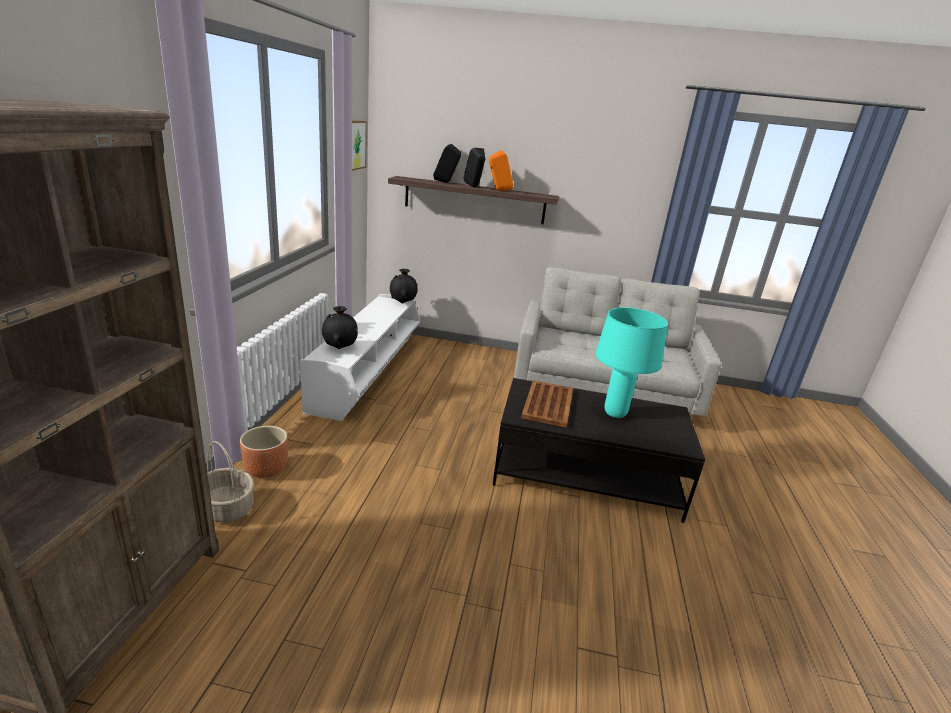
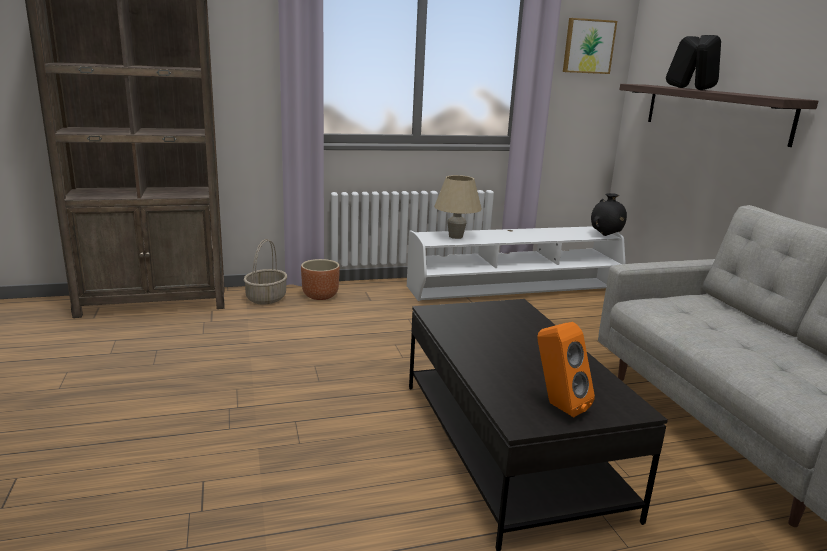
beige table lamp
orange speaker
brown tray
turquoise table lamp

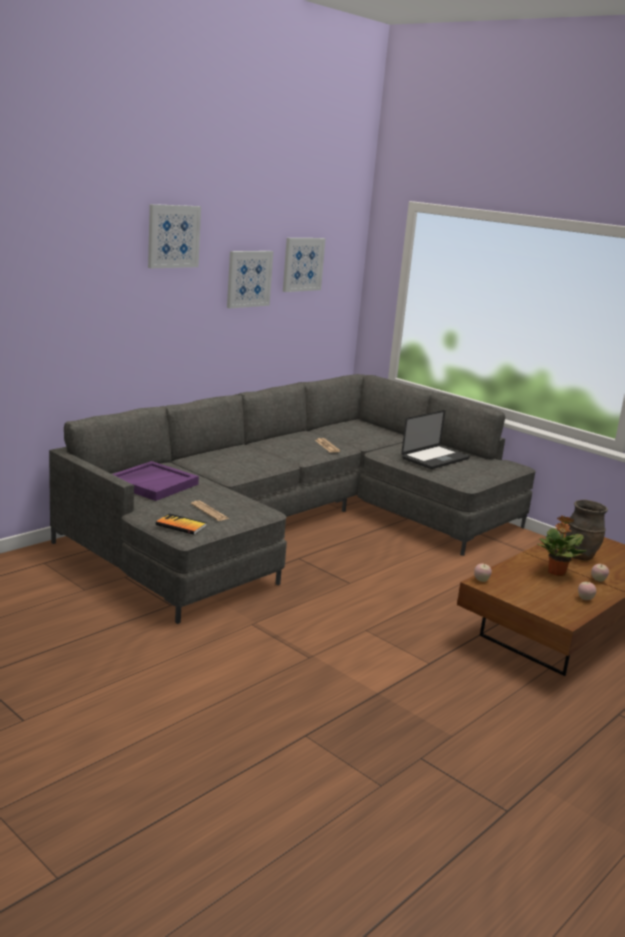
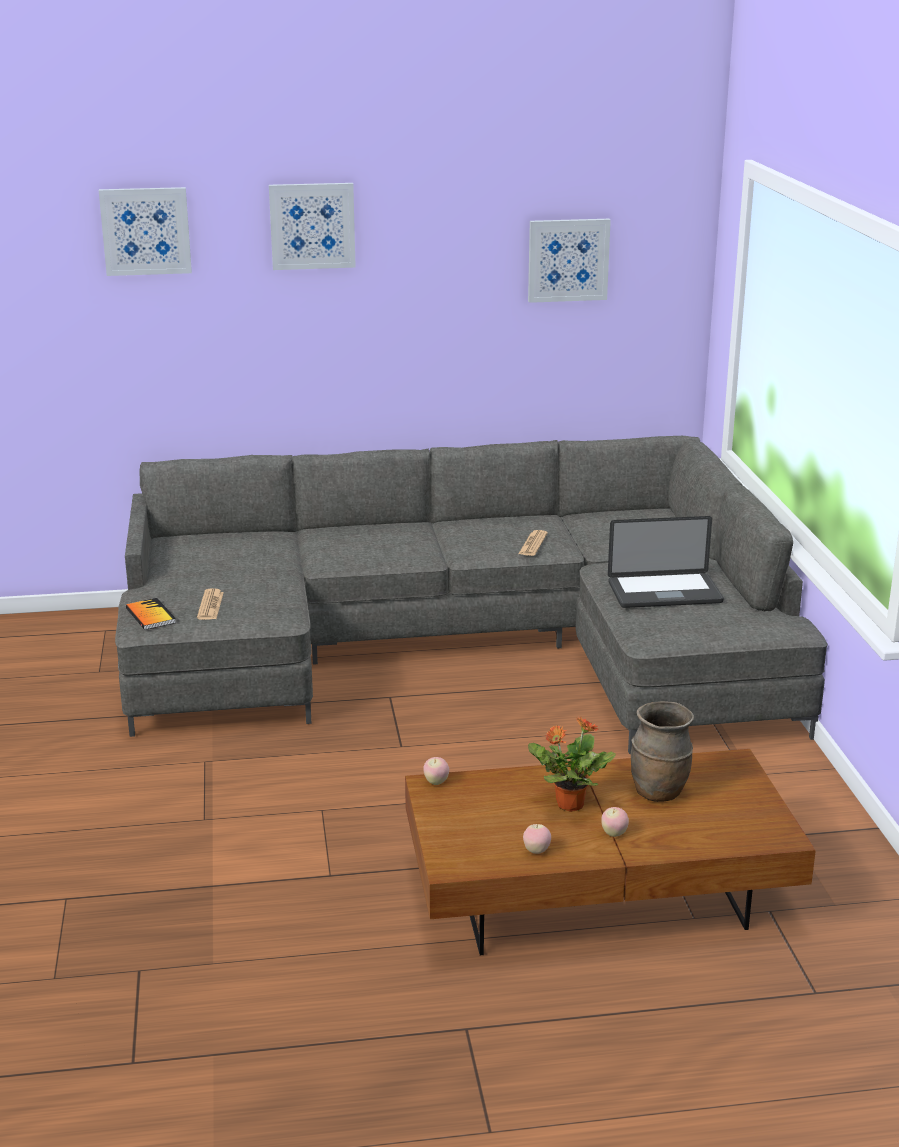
picture (1st from left)
purple tray

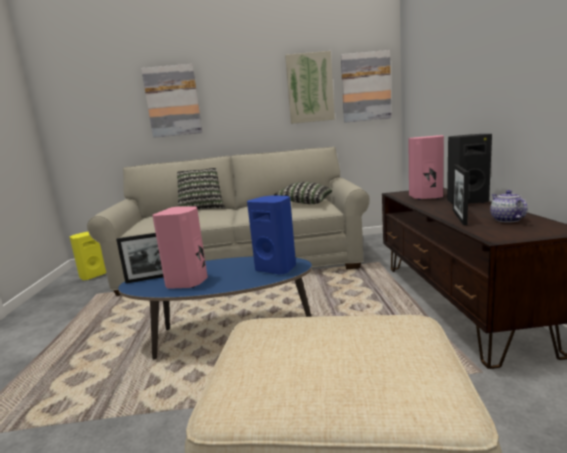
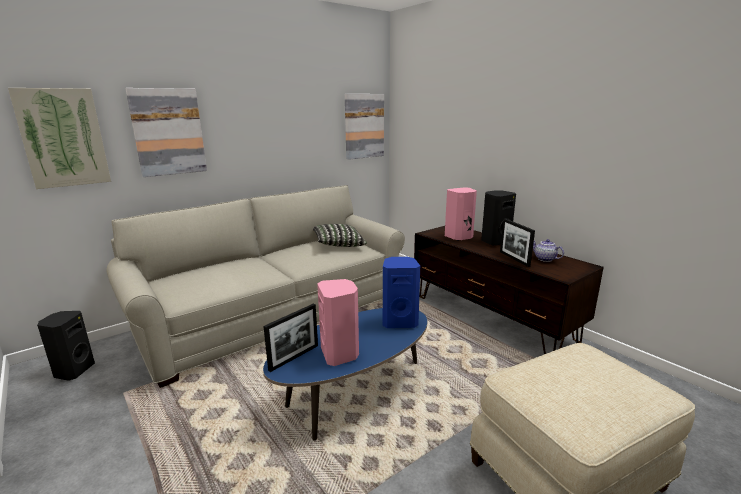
picture (1st from left)
black speaker (1st from left)
pillow (1st from left in the first image)

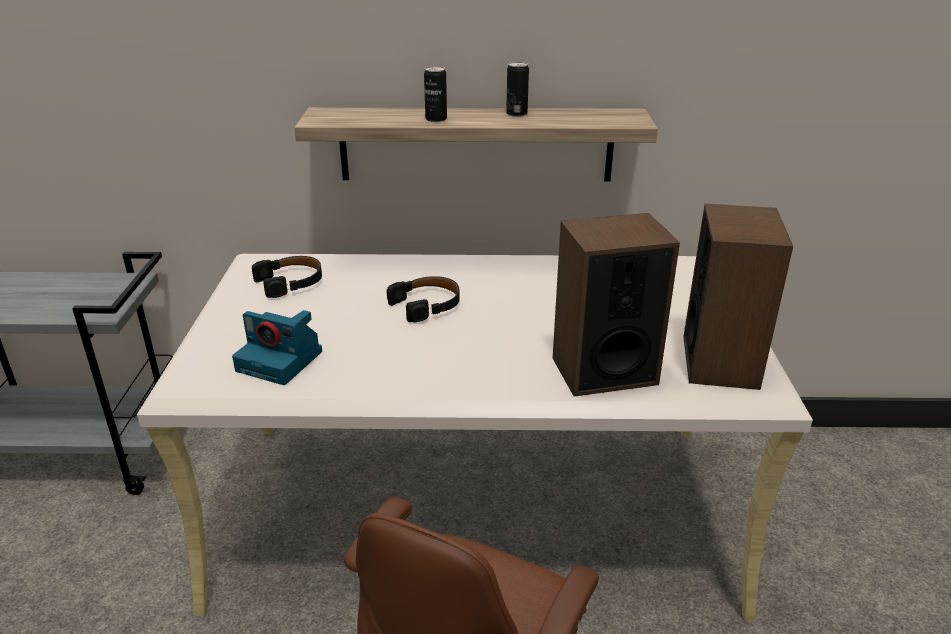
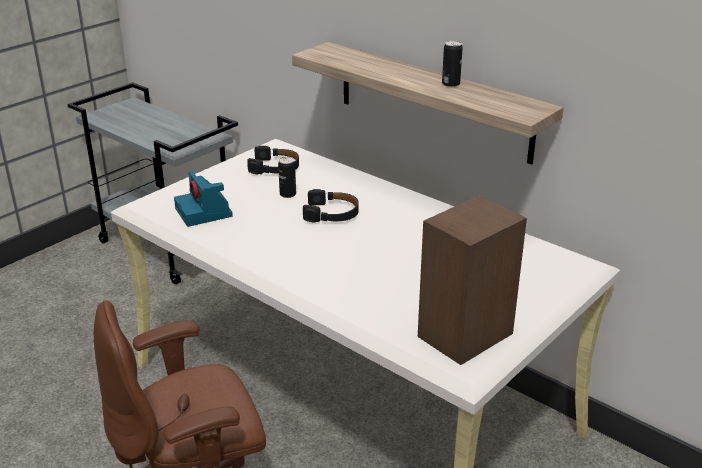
can (1st from left)
speaker (1st from left in the first image)

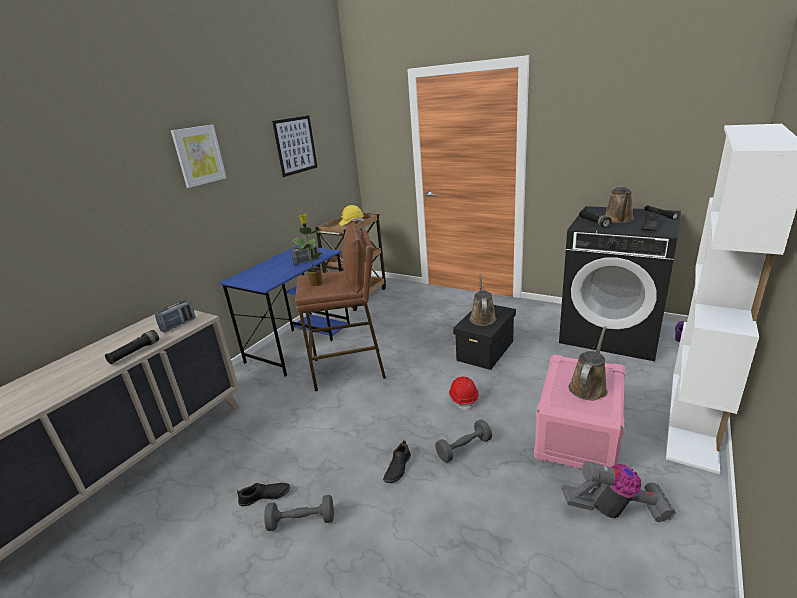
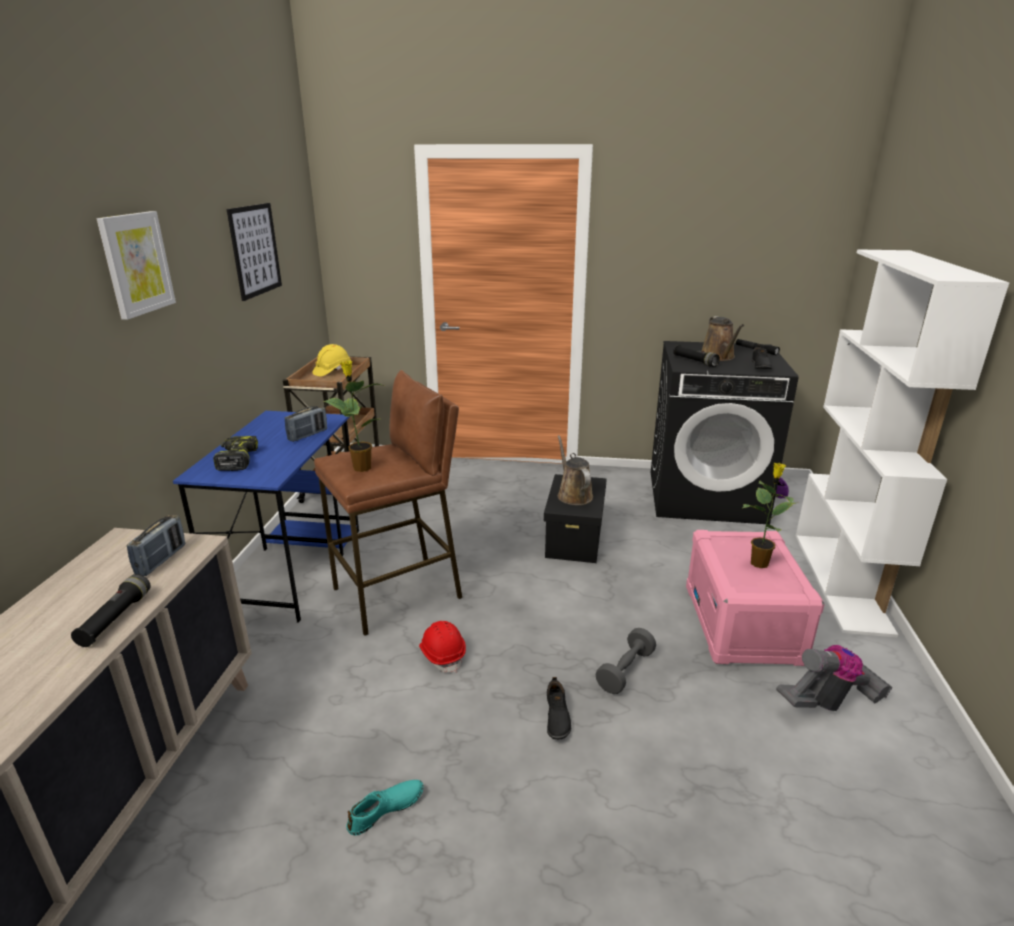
power drill
turquoise shoe
red hard hat
potted plant (2nd from left)
grey dumbbell (1st from left in the first image)

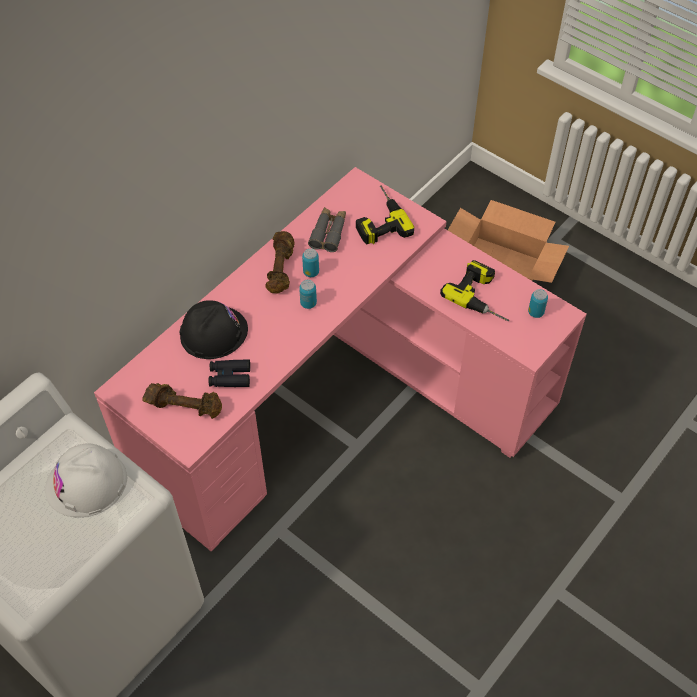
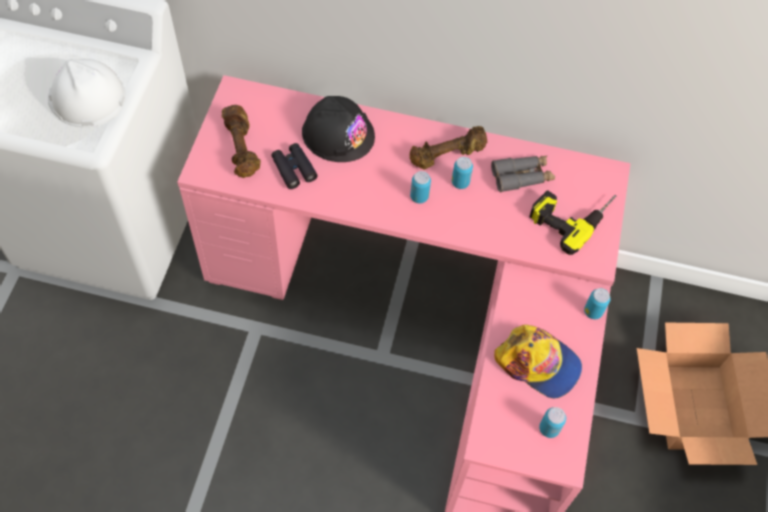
cap
can (4th from left)

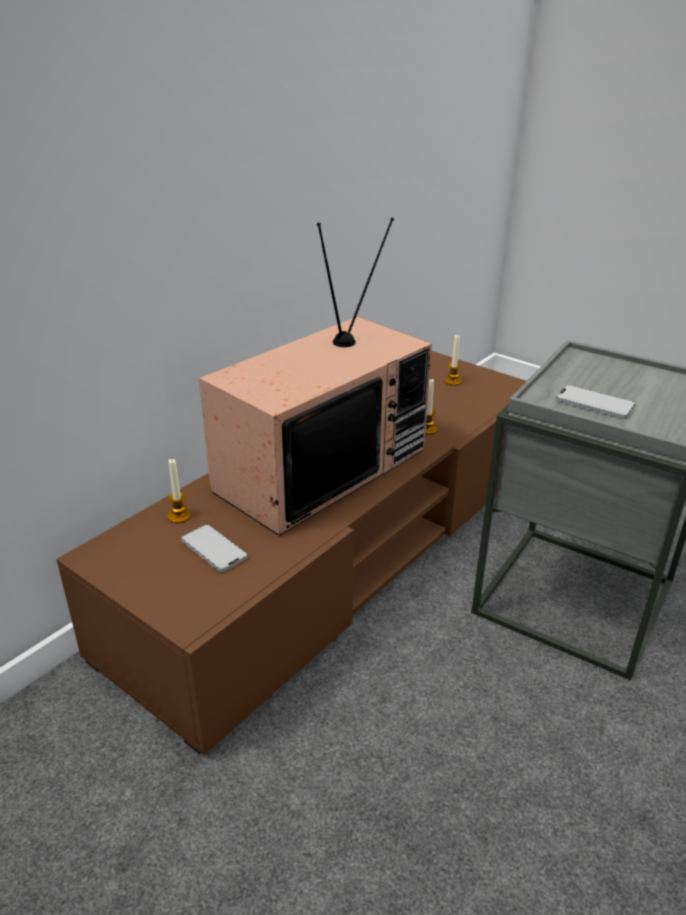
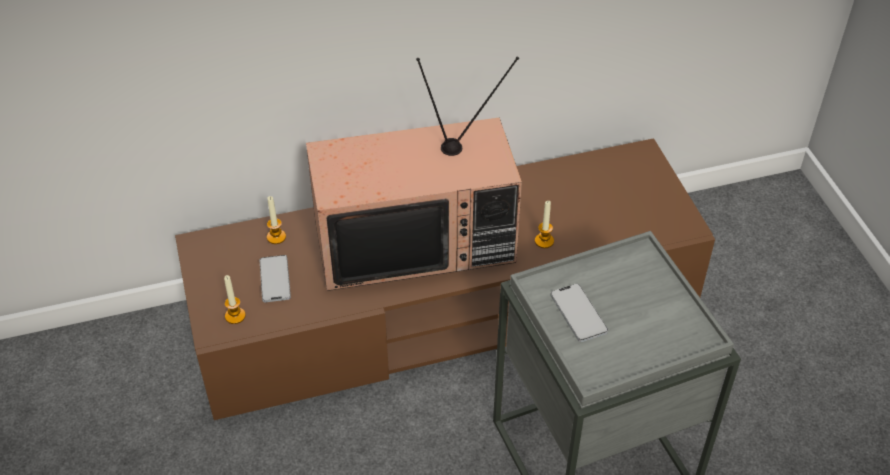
candle (1st from left)

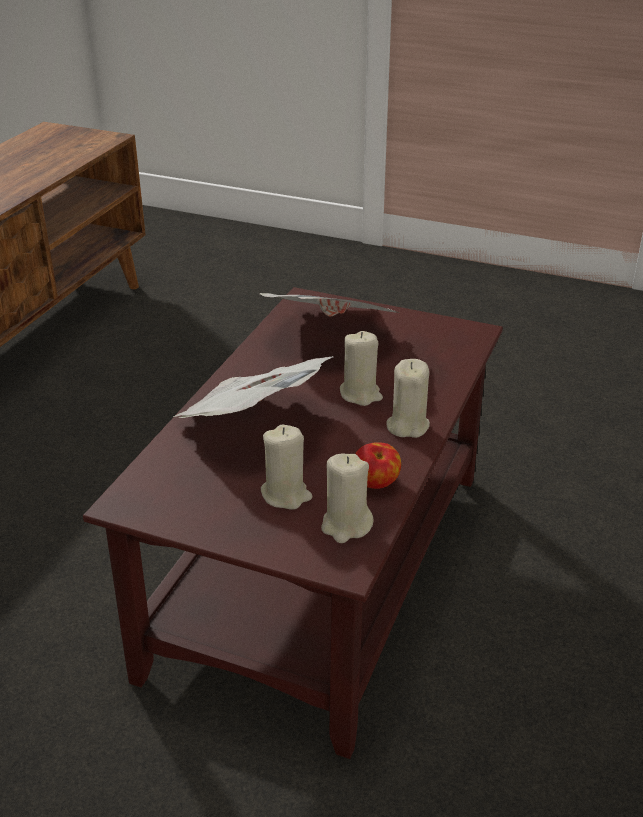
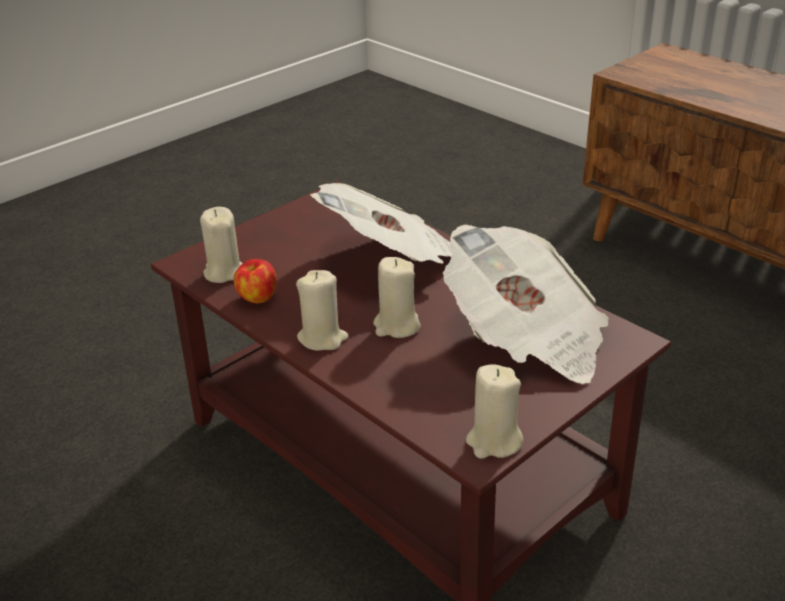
beige candle (4th from left)

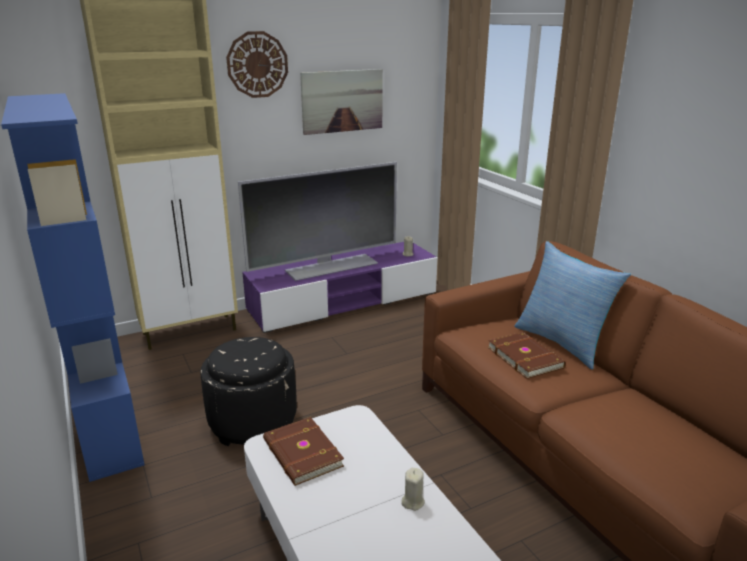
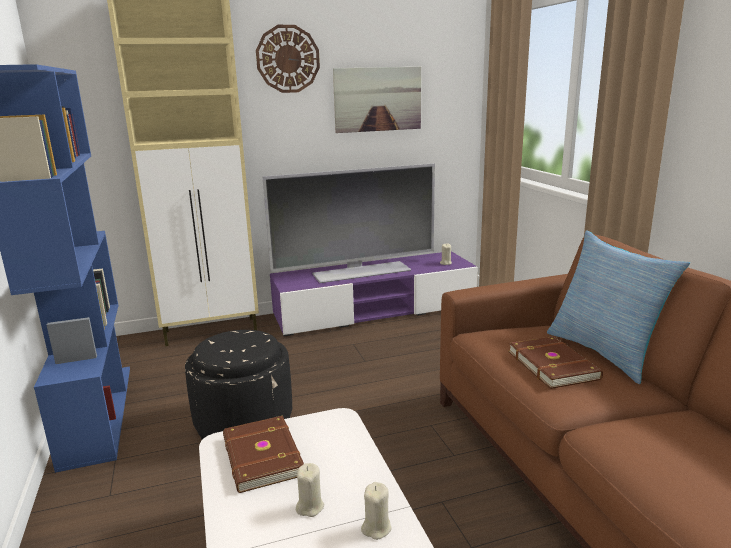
beige candle (1st from left)

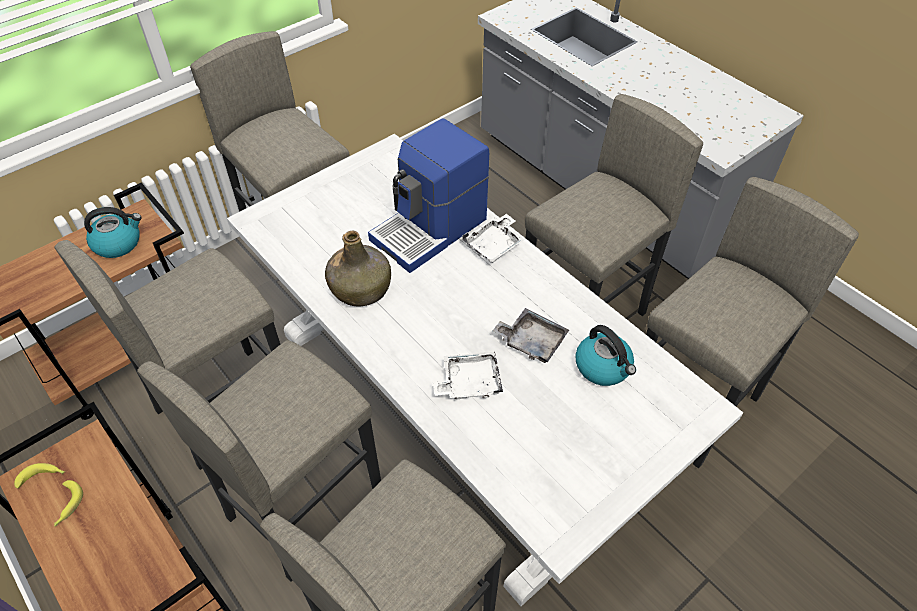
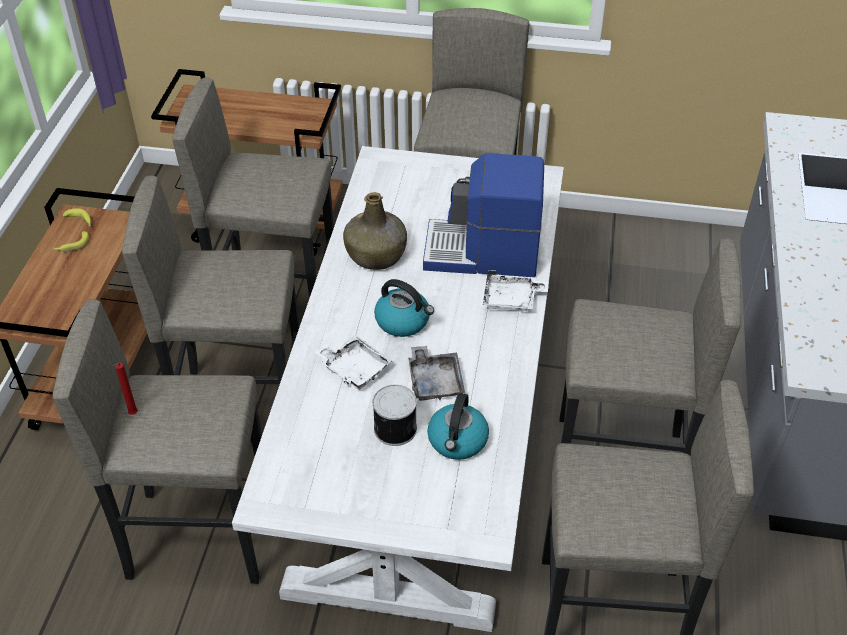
red candle
can
kettle (1st from left)

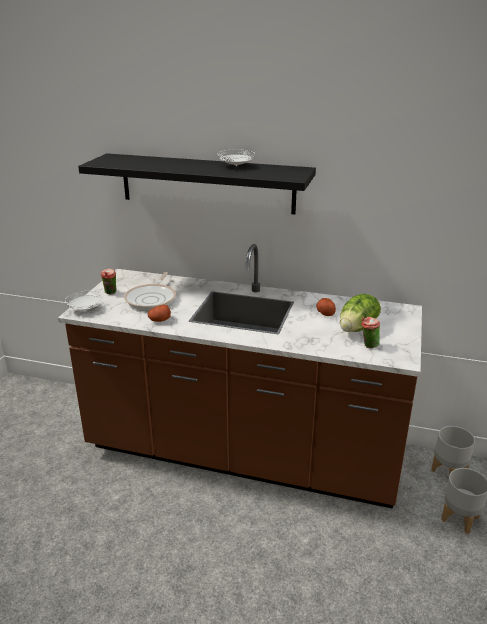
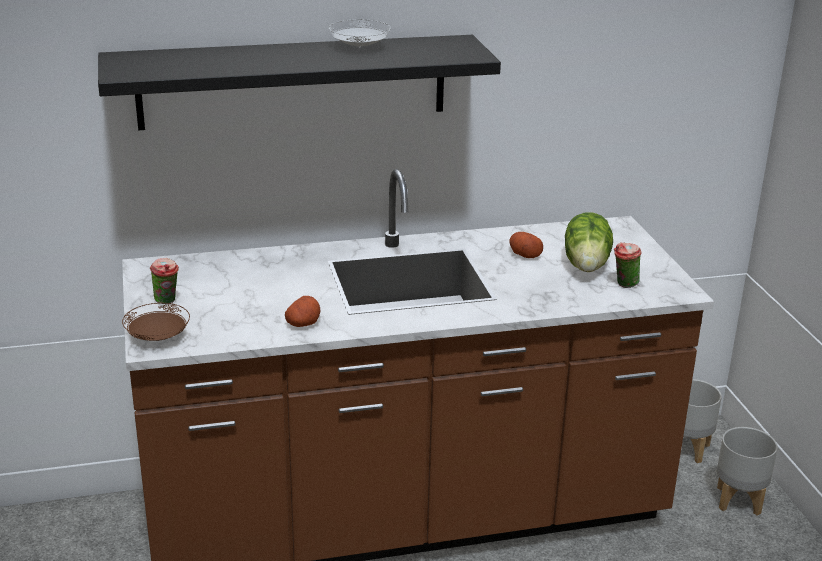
brown plate
frying pan

